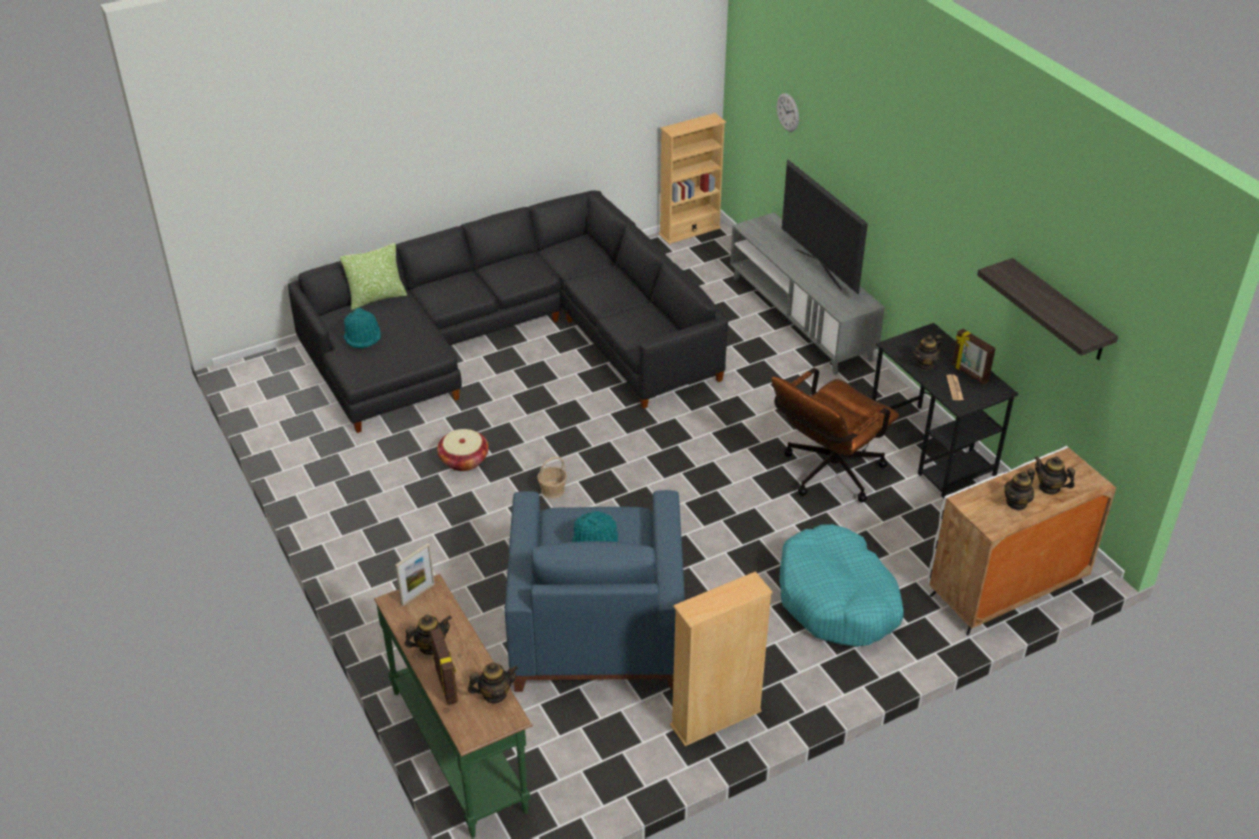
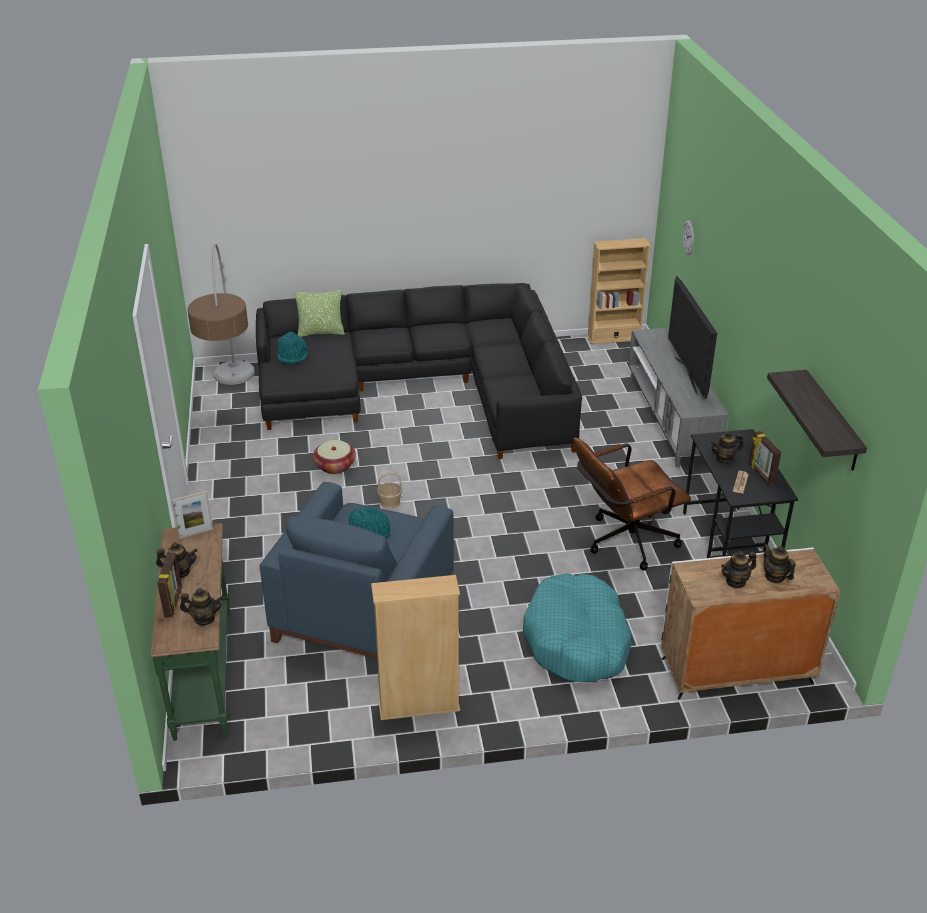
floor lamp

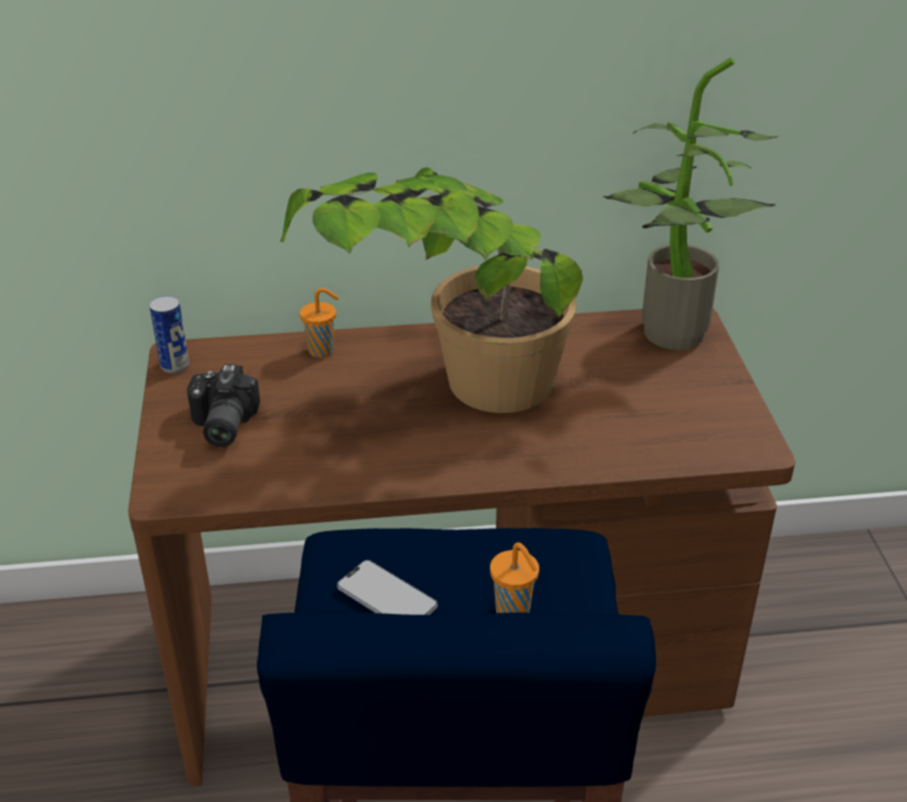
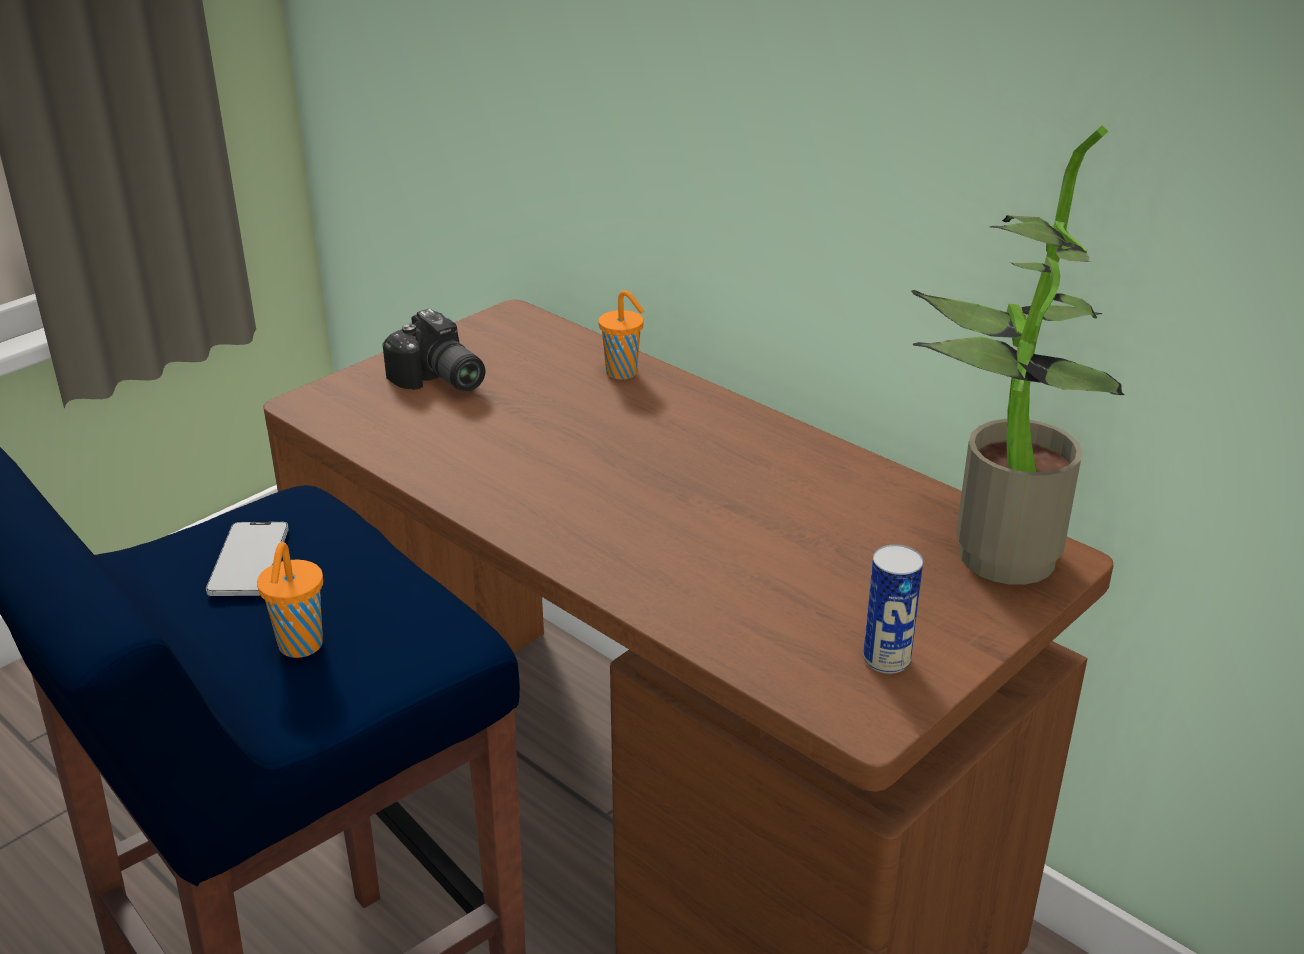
photo camera
can
potted plant (1st from left in the first image)

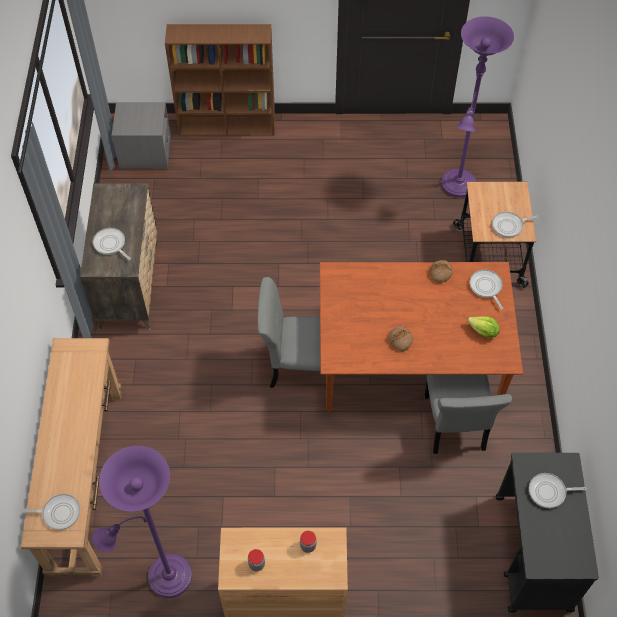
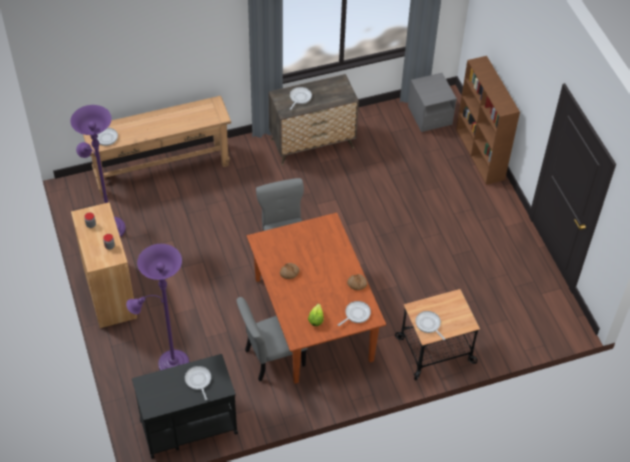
purple floor lamp (2nd from left)

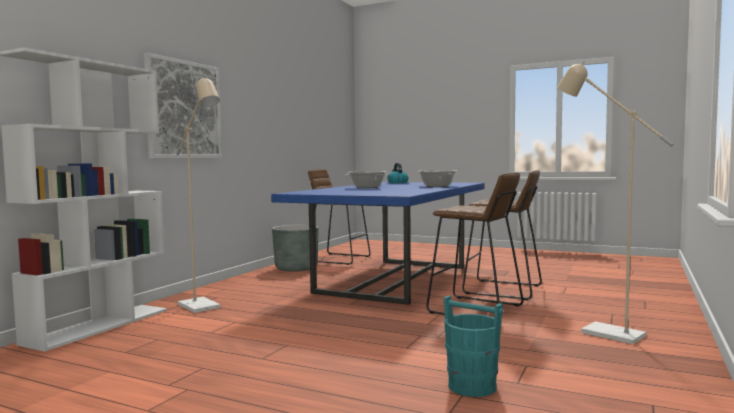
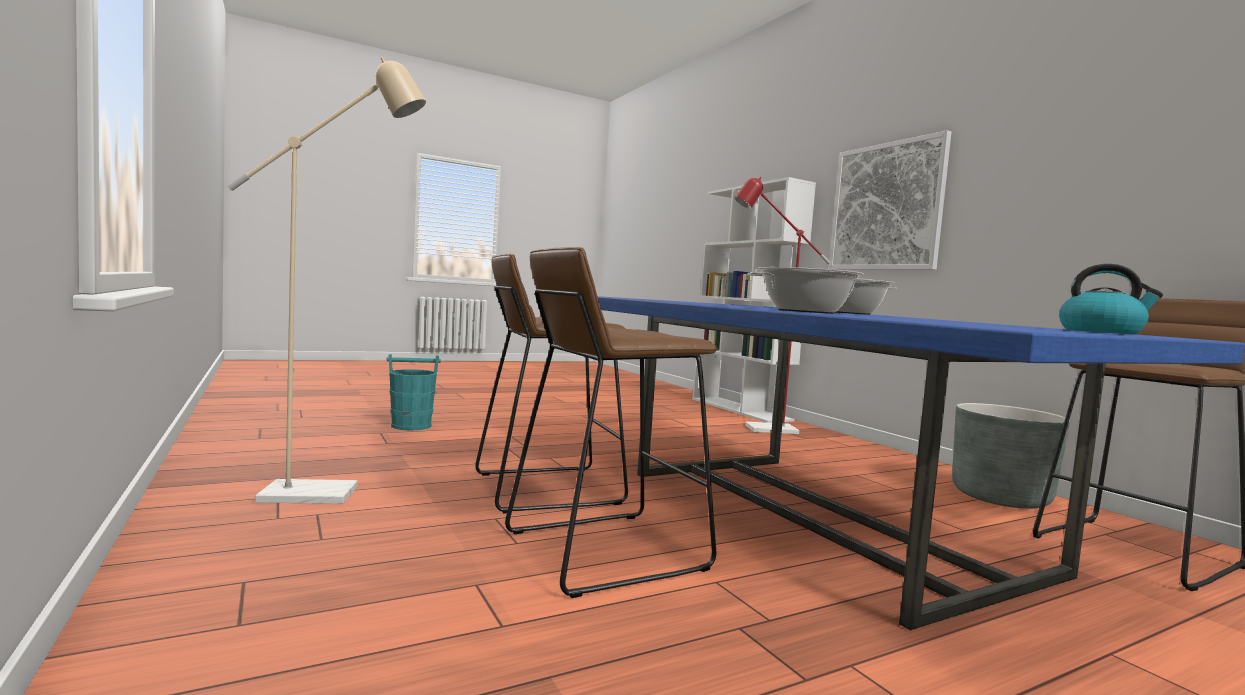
red floor lamp

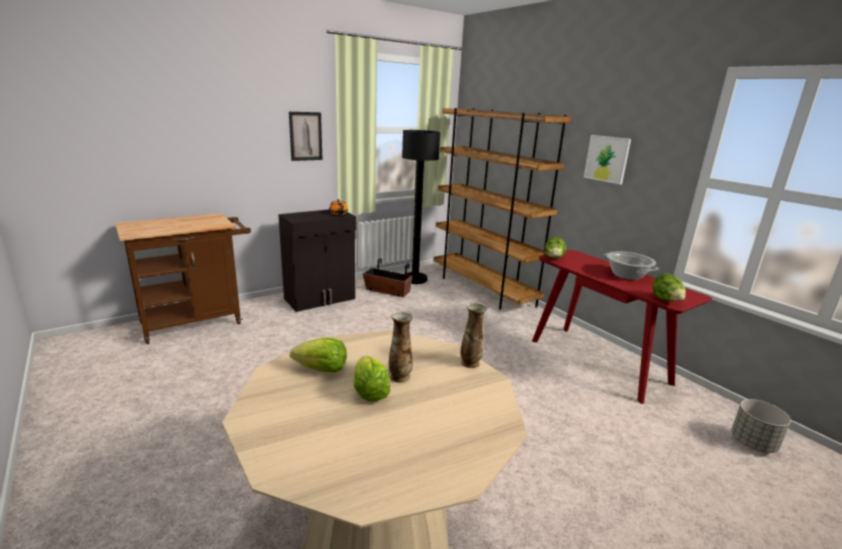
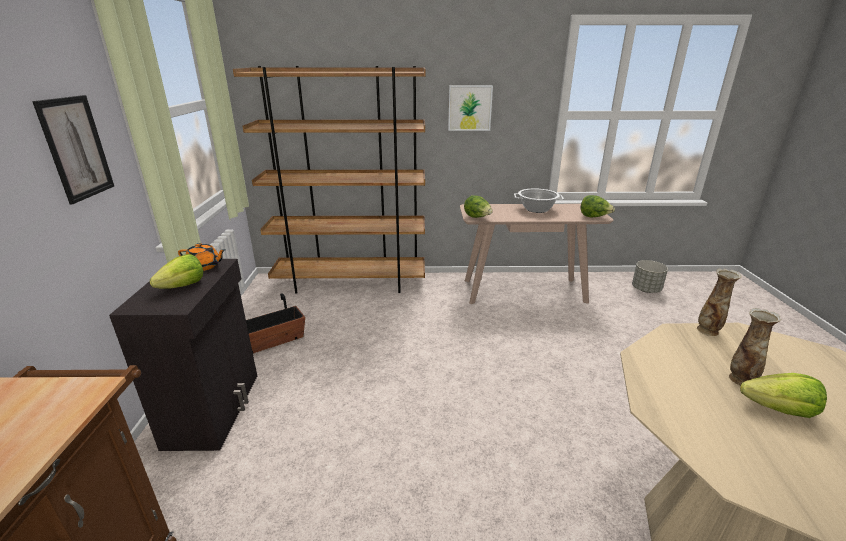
lettuce (1st from left)
beige console table
black floor lamp

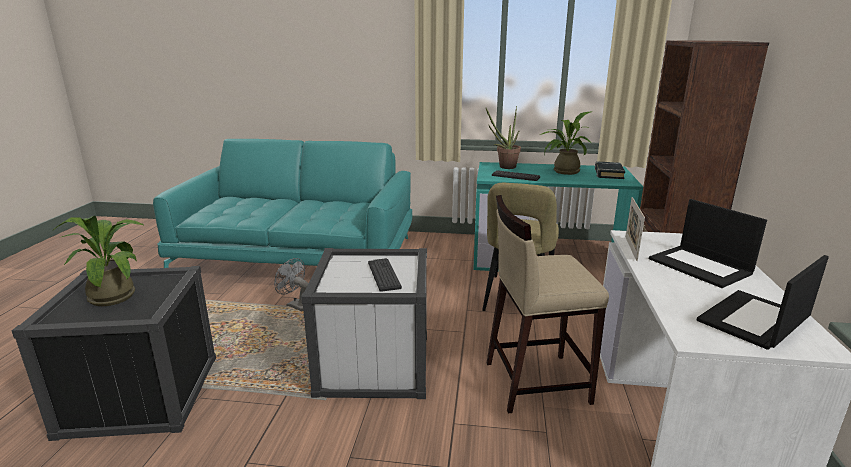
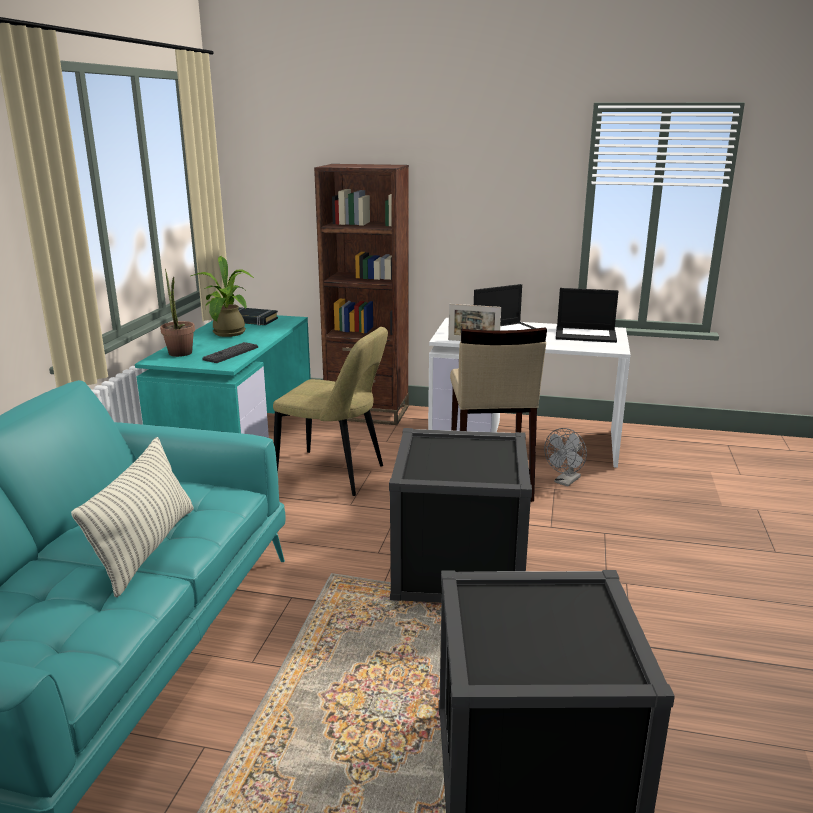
pillow
black storage box (1st from left)
grey fan
laptop (2nd from left)
potted plant (1st from left in the first image)
keyboard (1st from left in the first image)

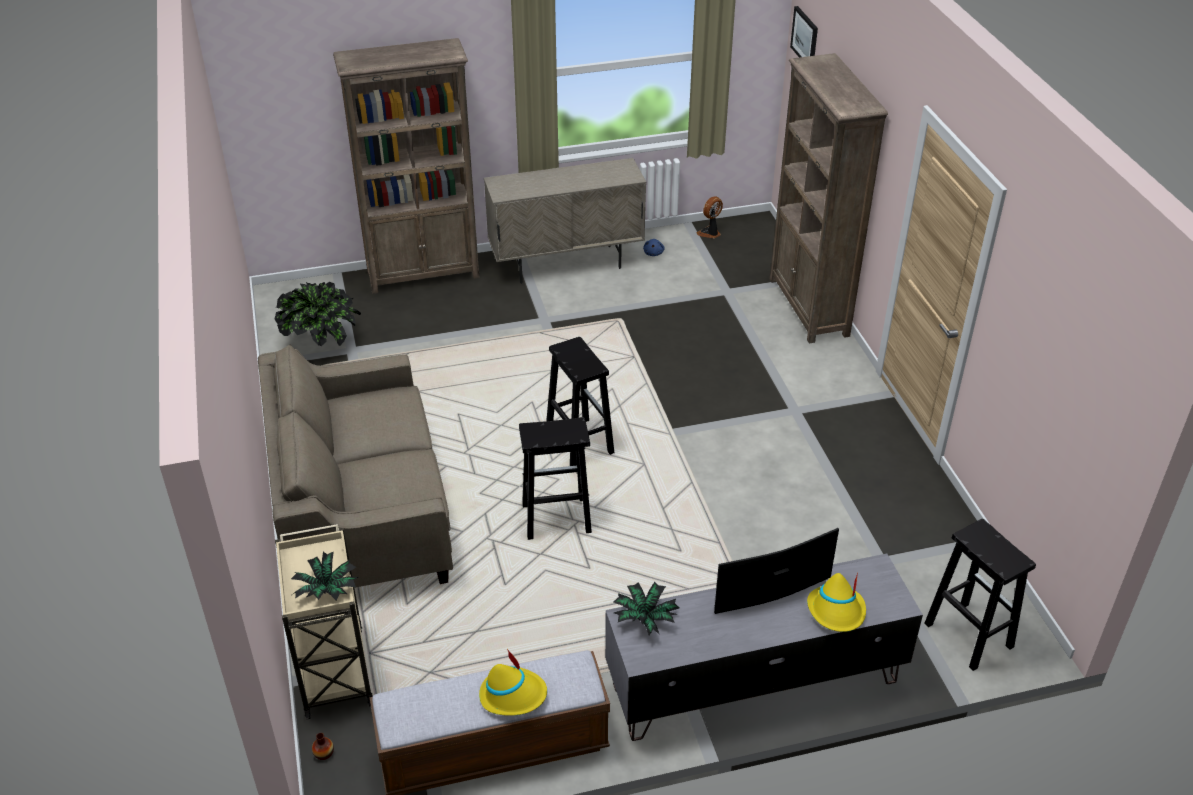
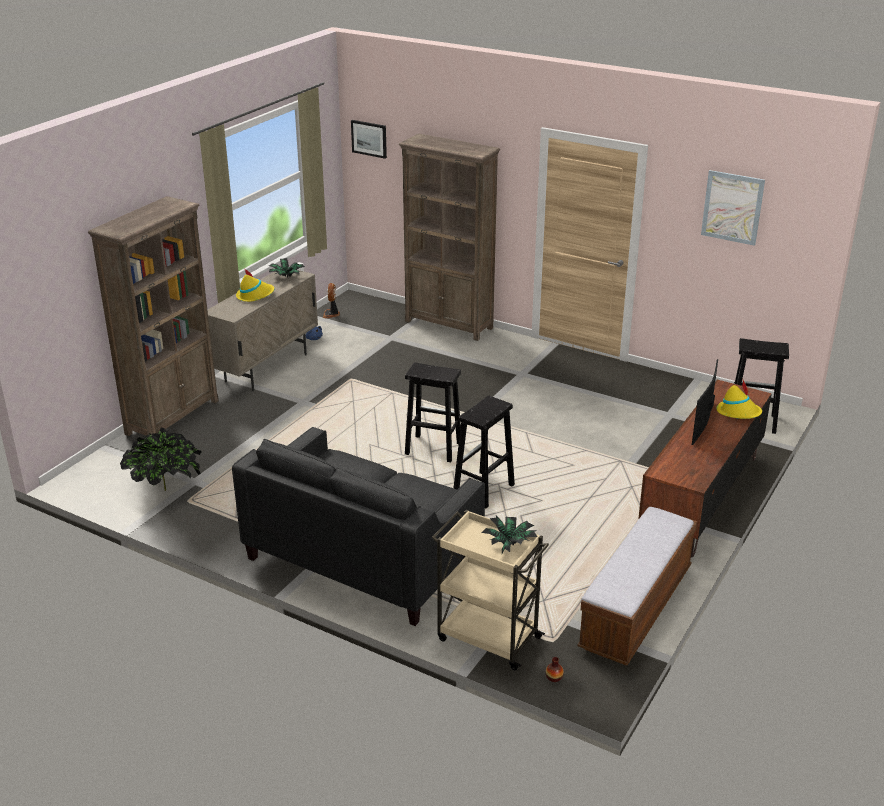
black sofa
yellow hat (1st from left)
potted plant (2nd from left)
brown tv stand
picture (2nd from left)

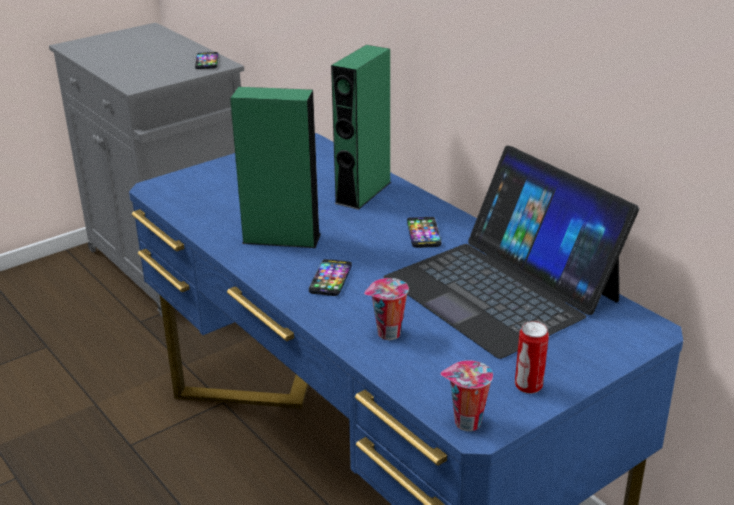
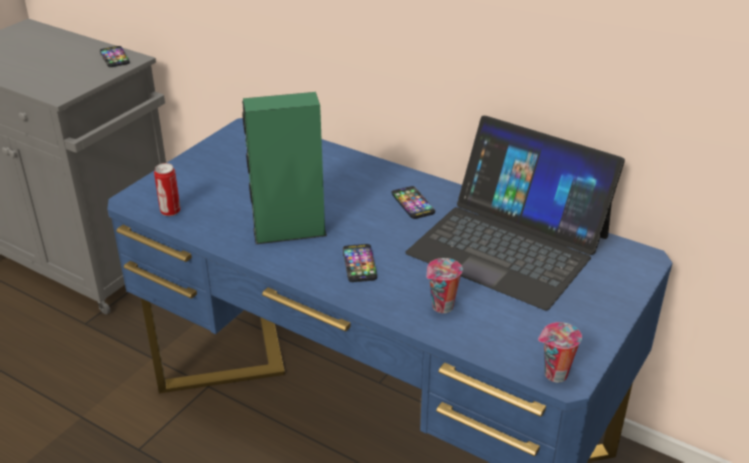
can
green speaker (2nd from left in the first image)

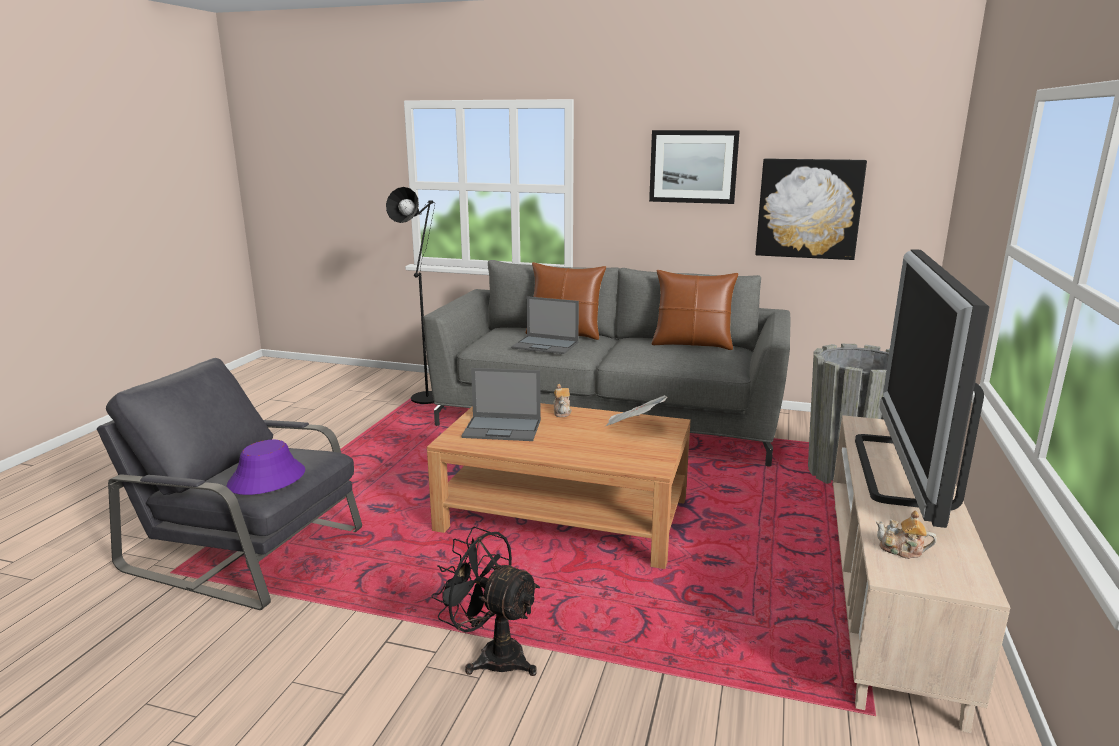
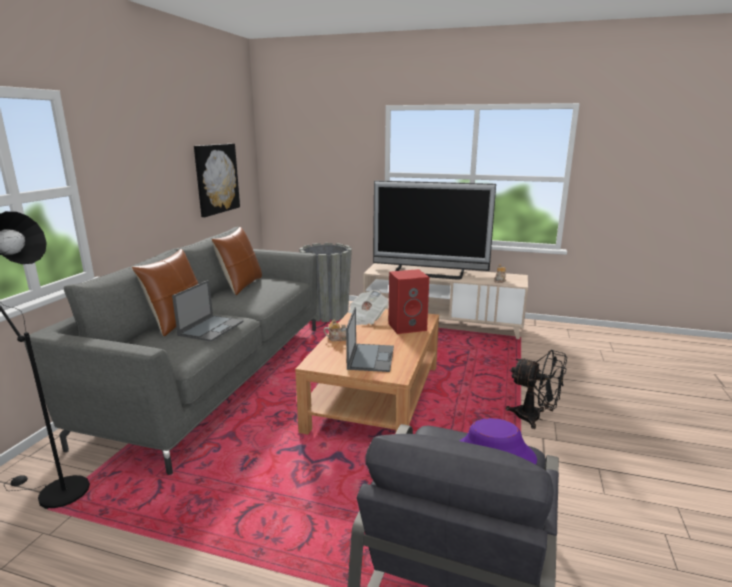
red speaker
black fan
picture (1st from left in the first image)

